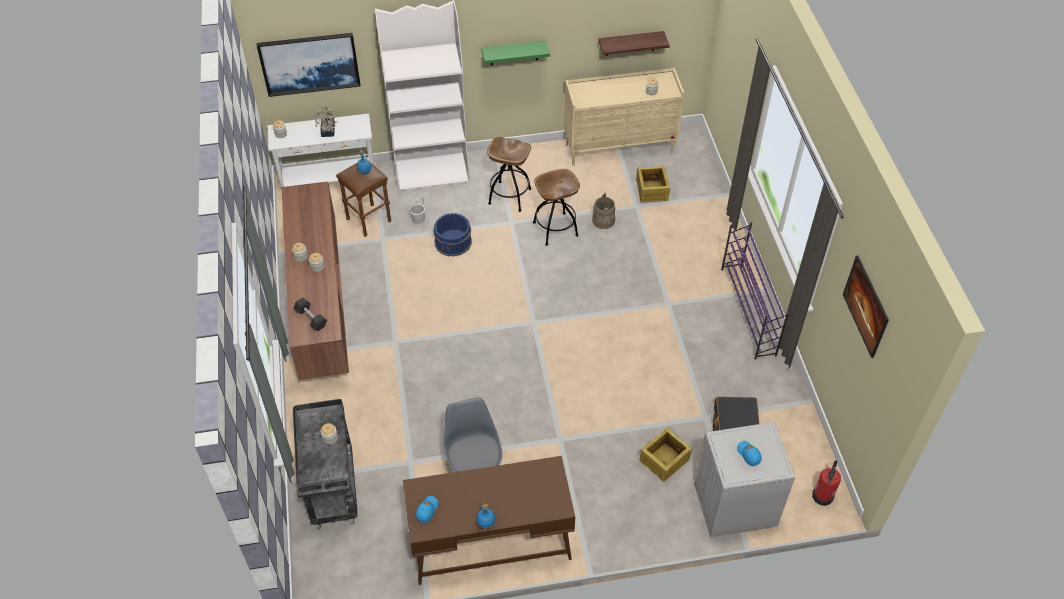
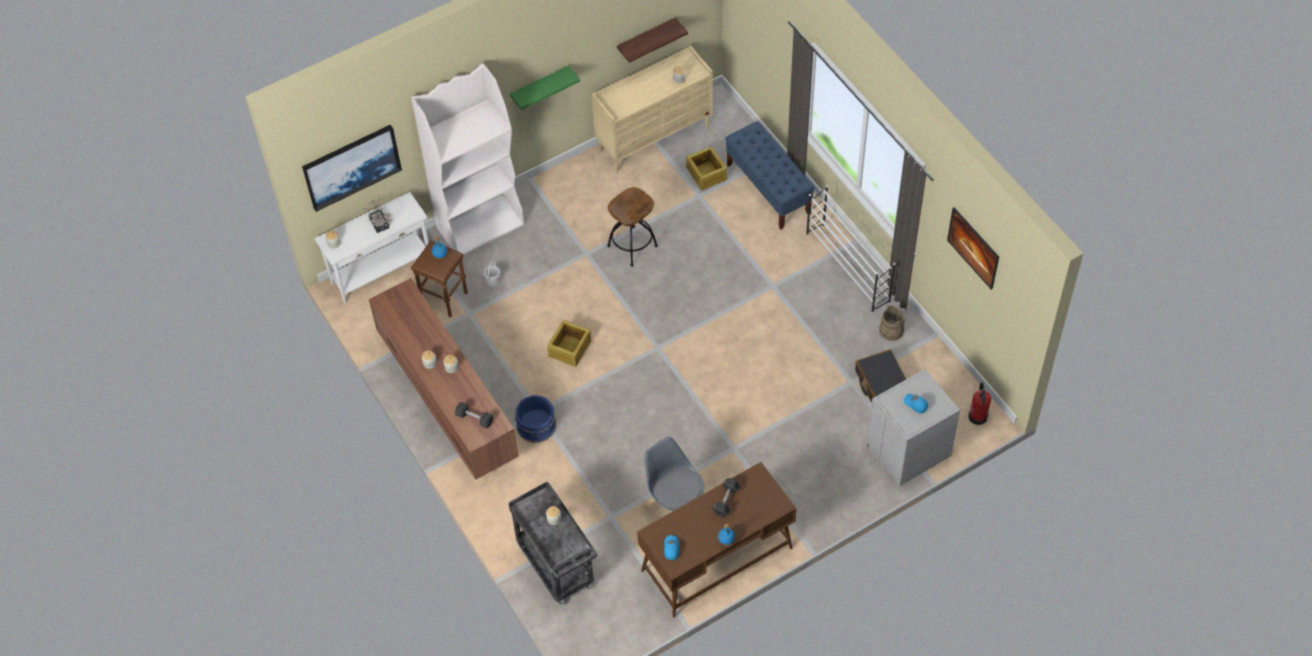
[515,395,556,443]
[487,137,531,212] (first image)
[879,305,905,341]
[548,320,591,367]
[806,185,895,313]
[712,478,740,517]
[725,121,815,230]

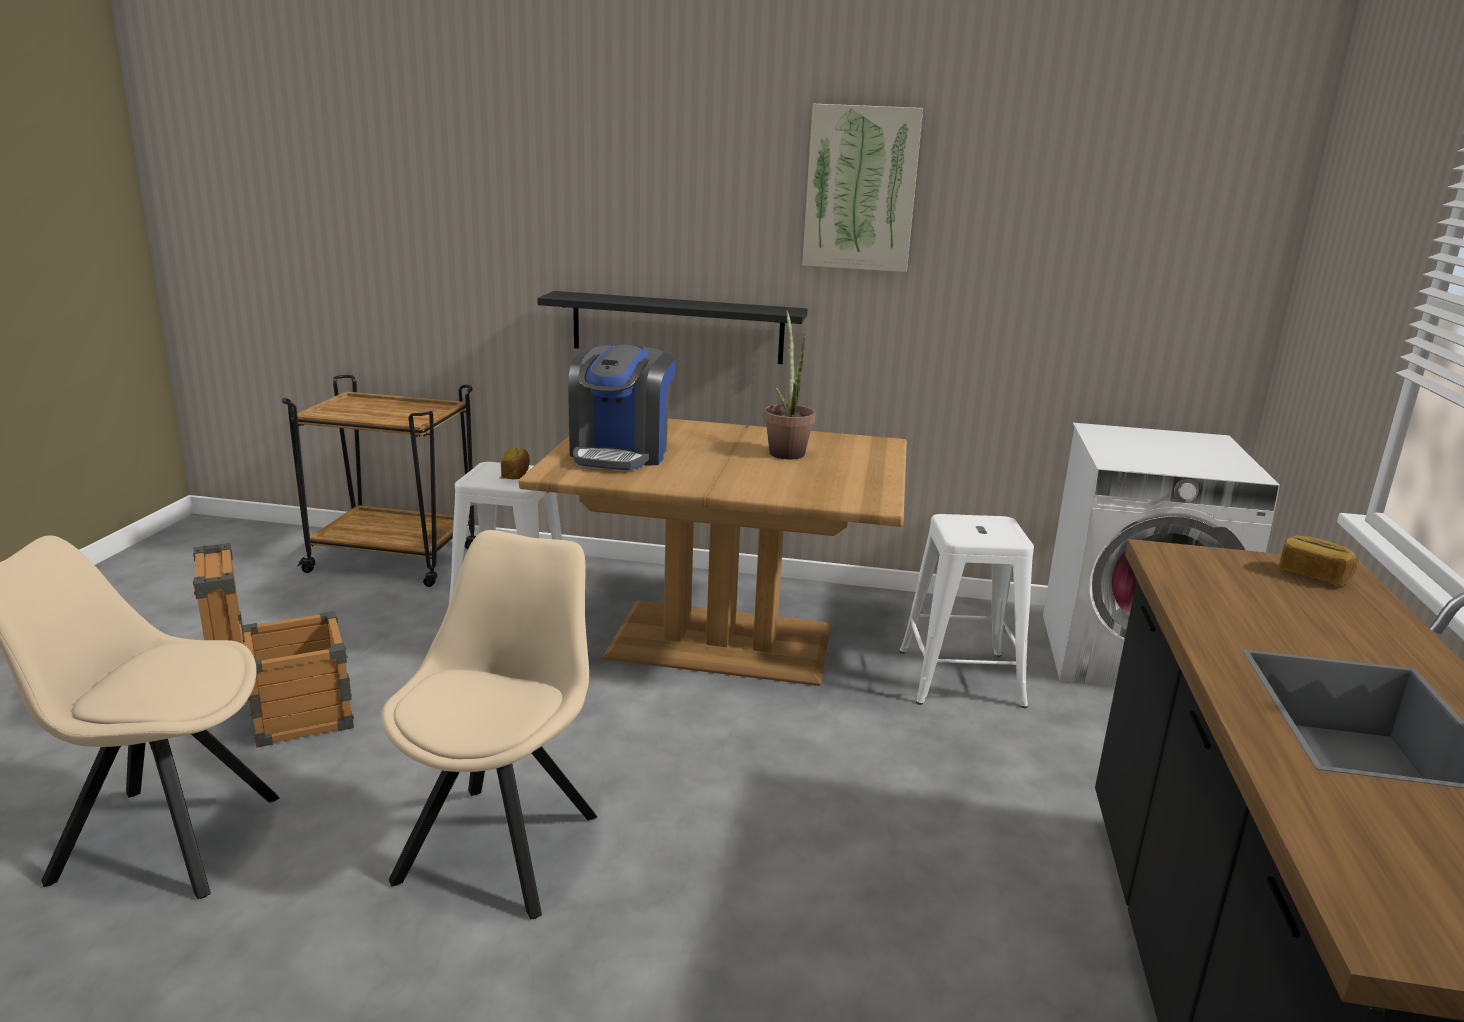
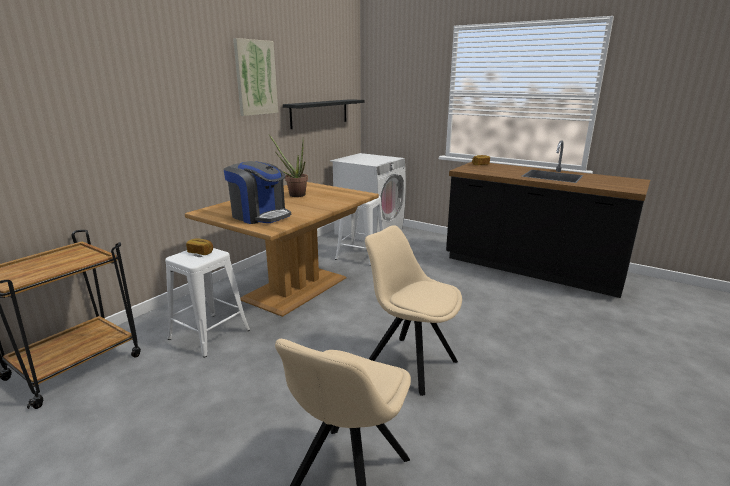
[193,543,354,748] (first image)
[283,99,364,129]

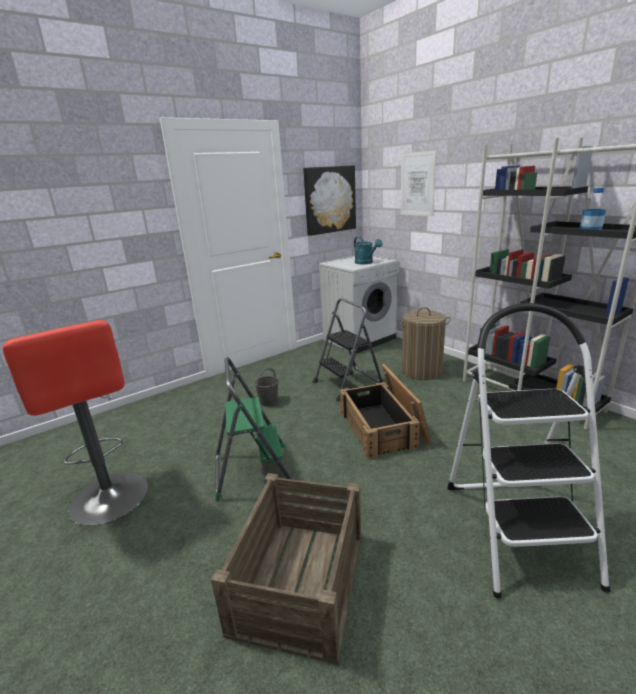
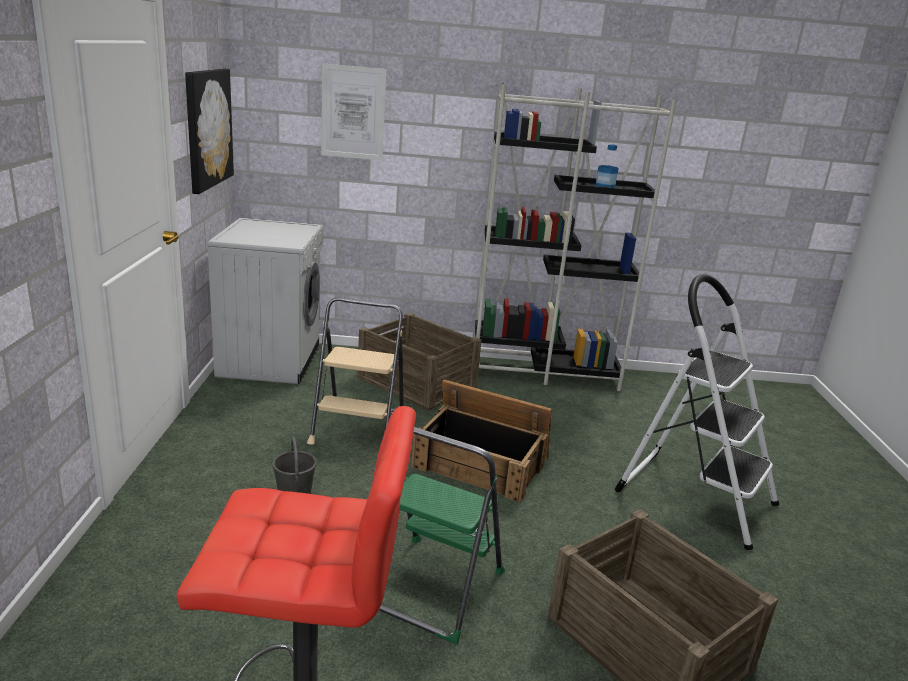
[307,298,403,445]
[354,237,382,264] (first image)
[357,313,482,411]

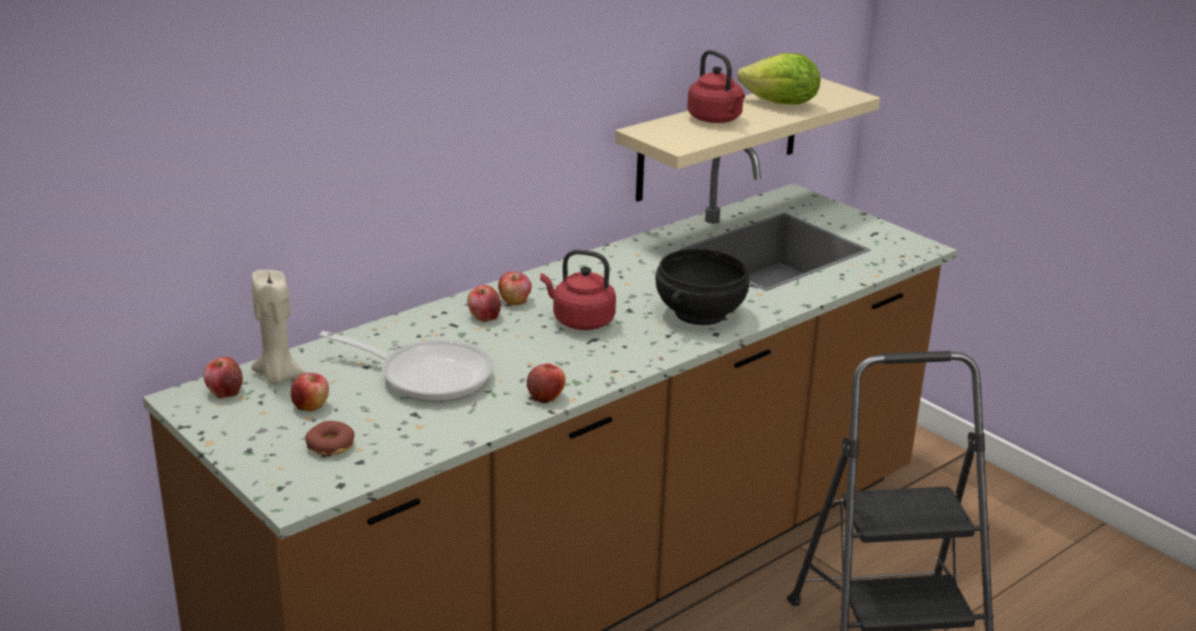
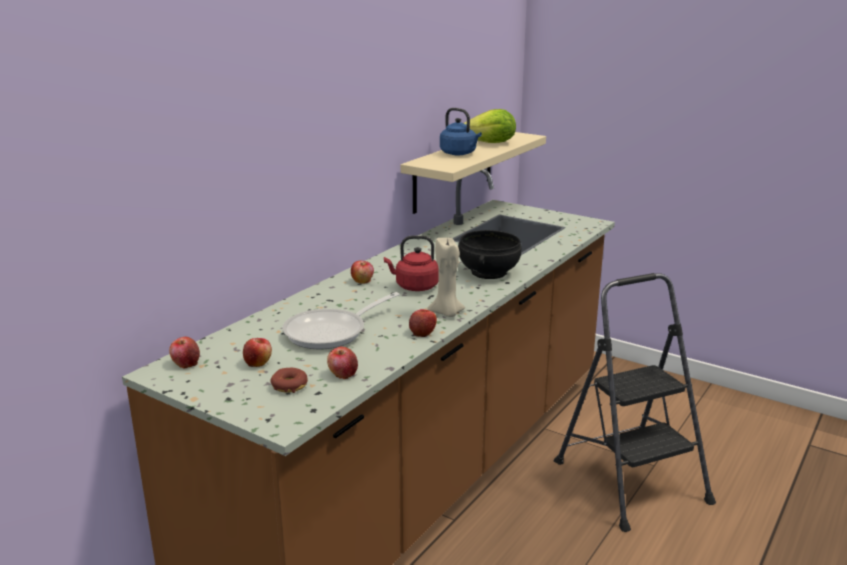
[427,238,465,317]
[282,292,400,349]
[327,347,358,379]
[440,108,482,155]

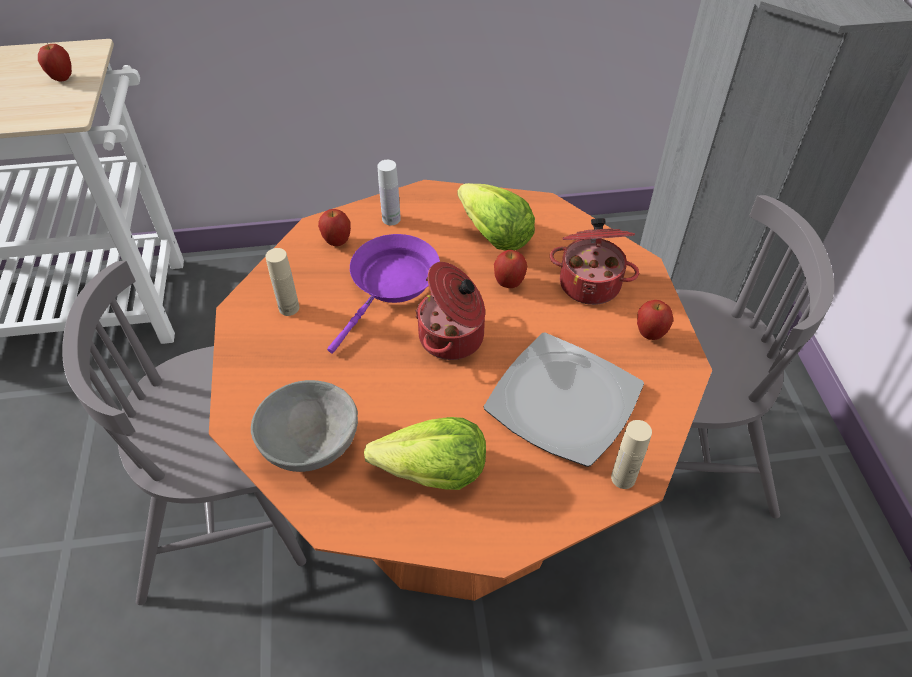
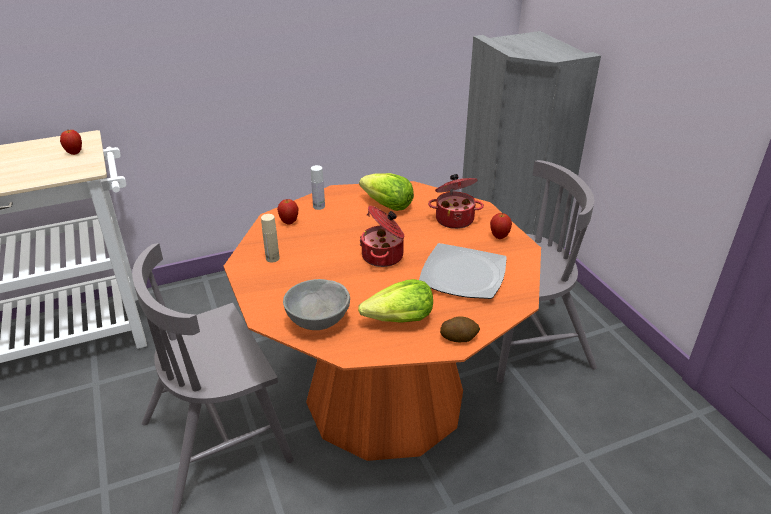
[327,234,440,354] (first image)
[494,250,528,288] (first image)
[611,420,652,489] (first image)
[440,317,480,342]

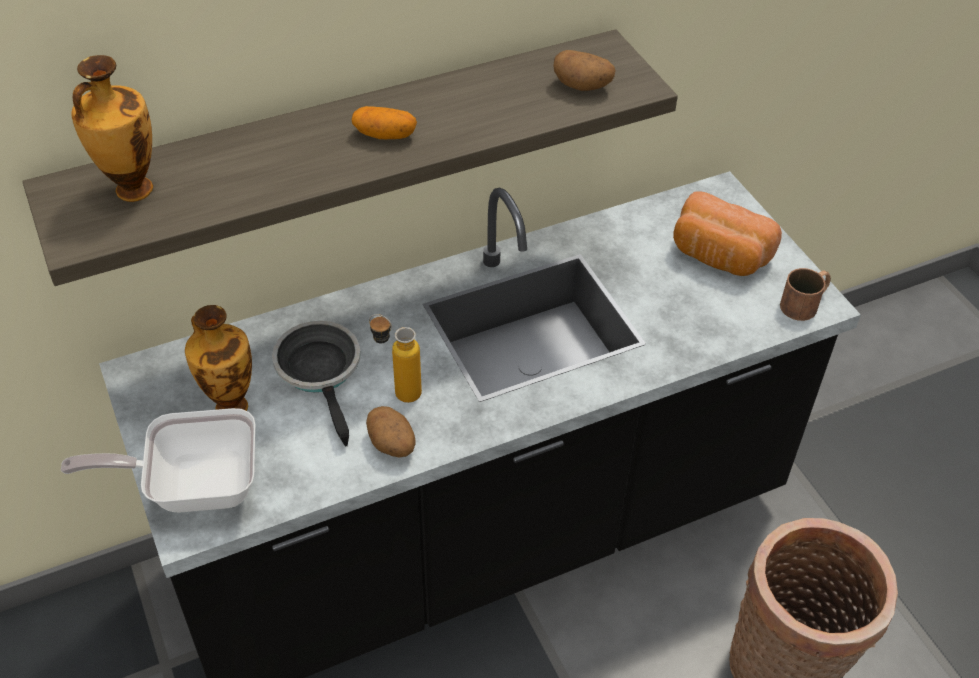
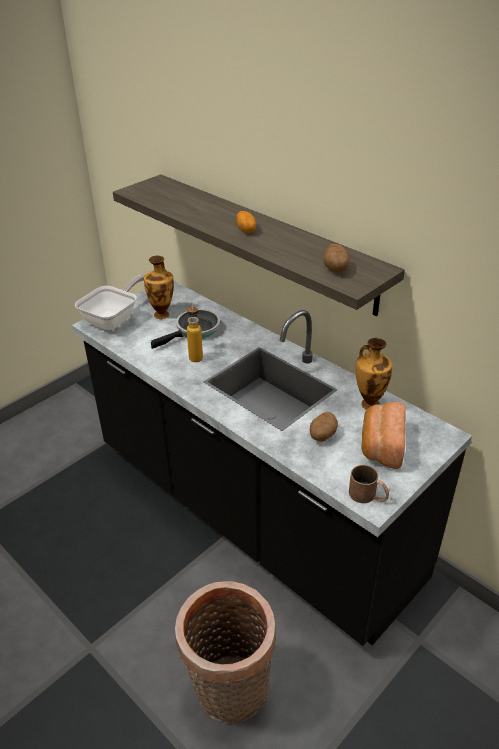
[75,275,145,330]
[356,338,393,410]
[310,412,338,442]

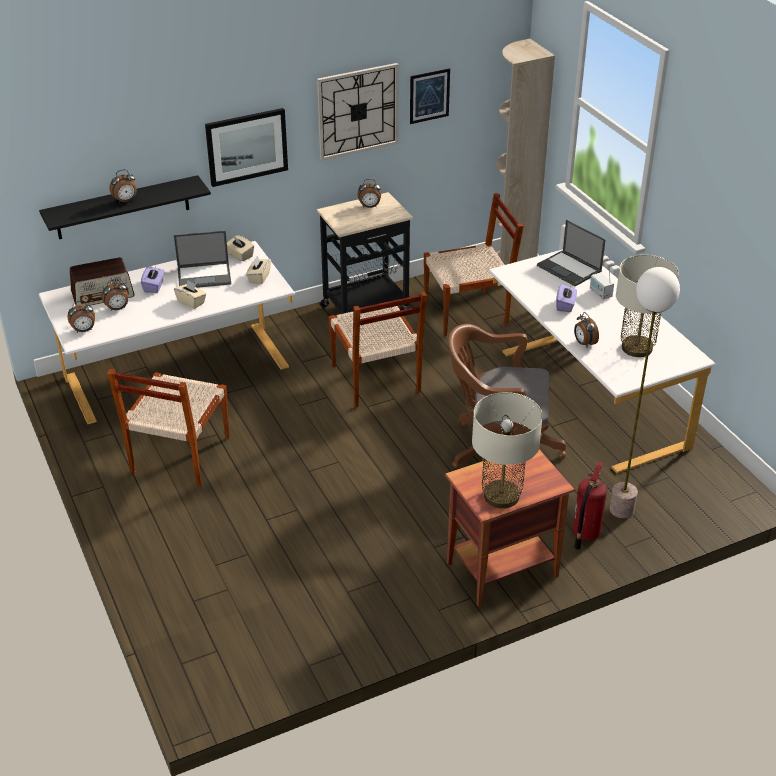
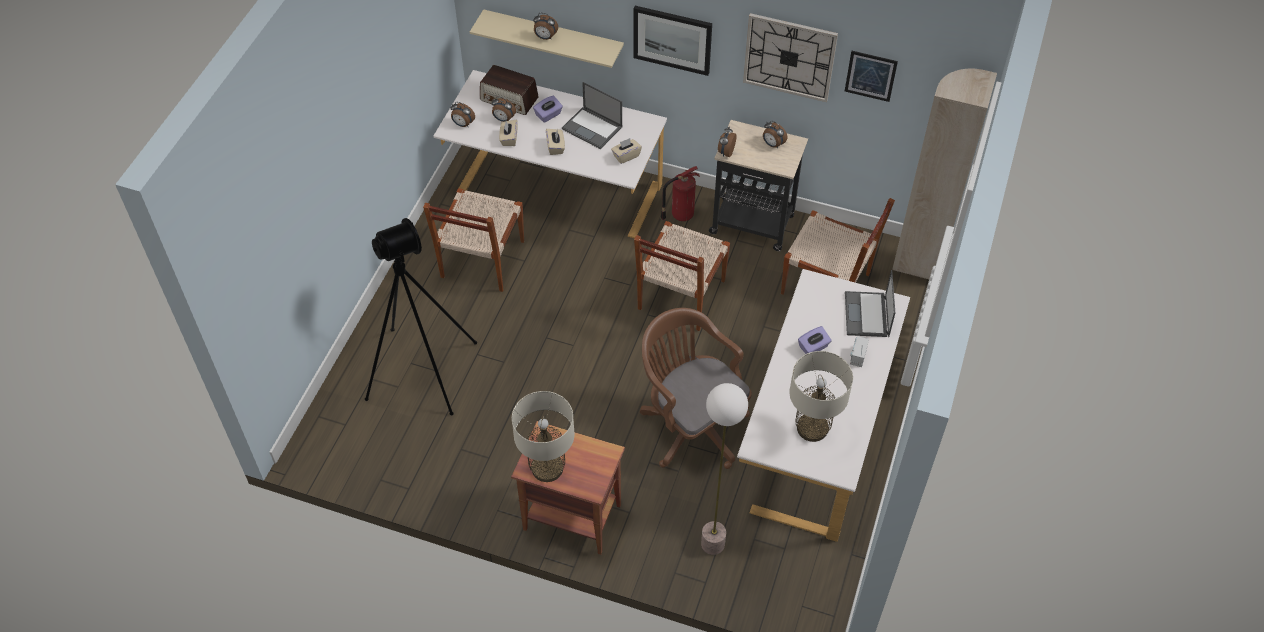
[470,9,624,68]
[423,188,524,292]
[499,120,518,146]
[661,166,700,221]
[718,127,737,157]
[365,218,477,416]

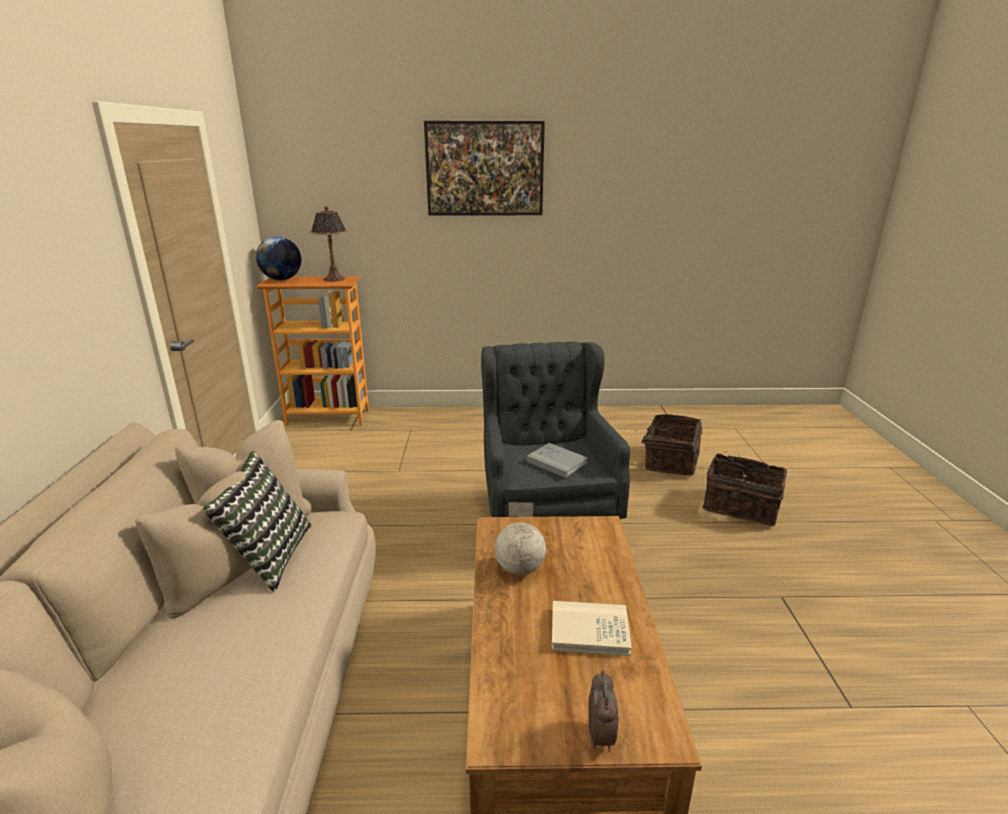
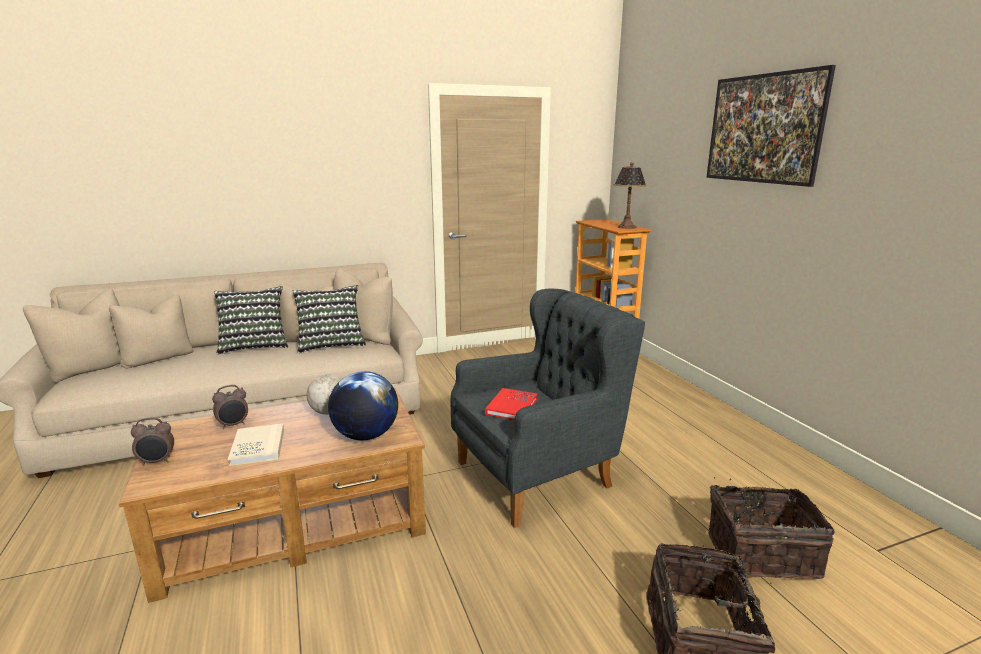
[328,371,398,440]
[485,388,537,420]
[212,385,248,429]
[214,286,288,354]

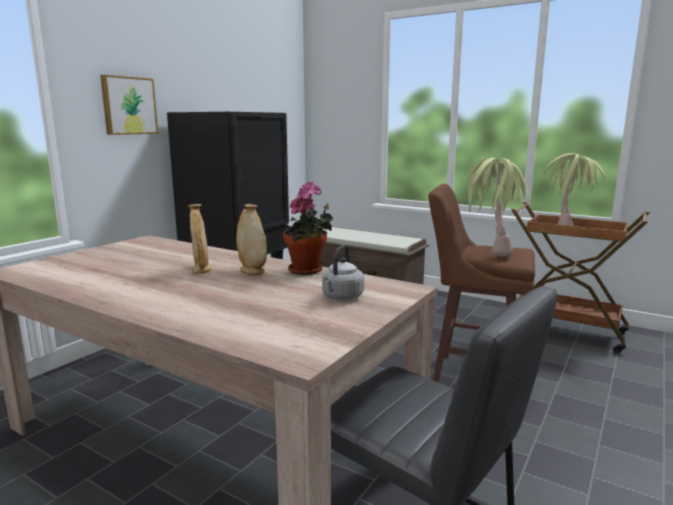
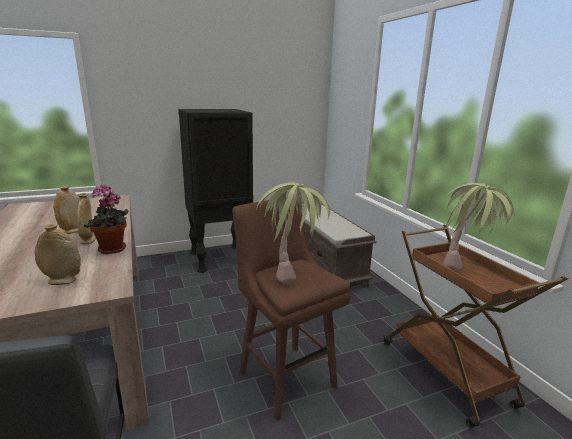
[100,75,158,135] (first image)
[34,223,81,285]

